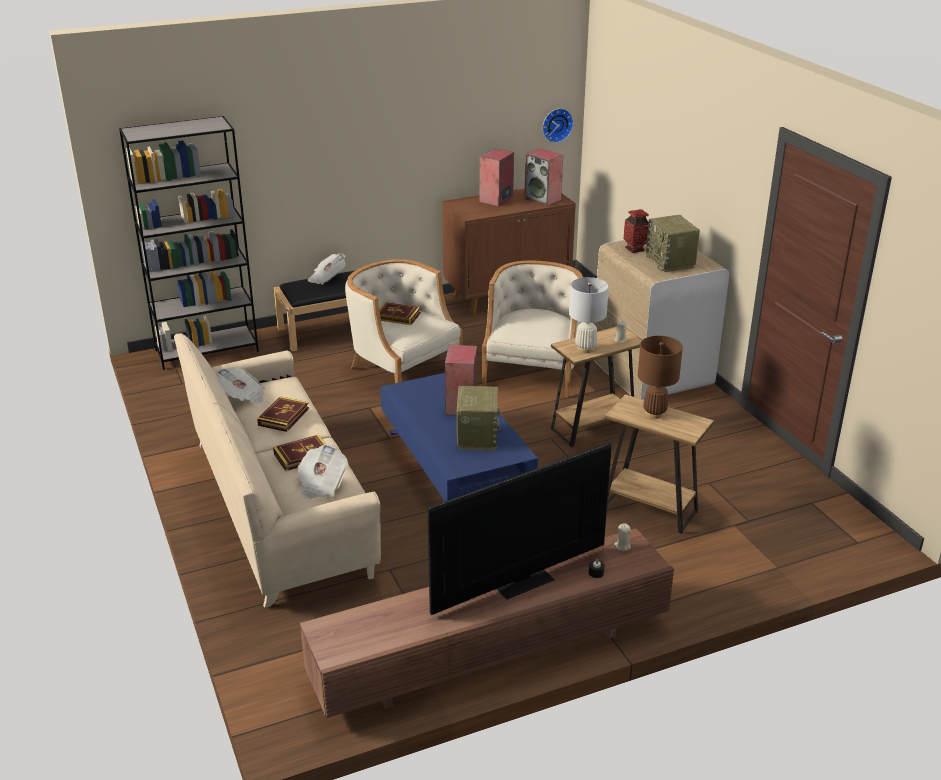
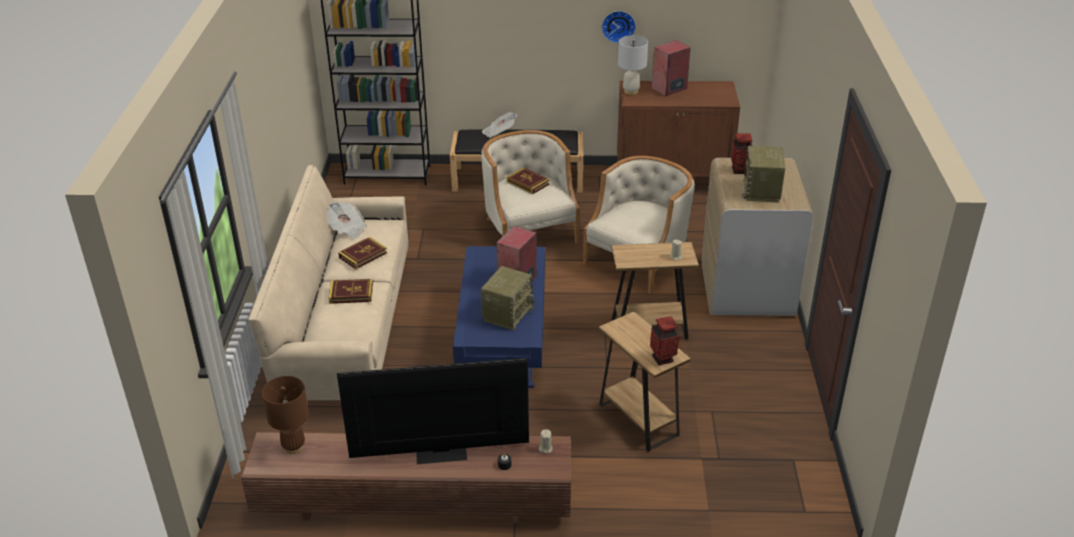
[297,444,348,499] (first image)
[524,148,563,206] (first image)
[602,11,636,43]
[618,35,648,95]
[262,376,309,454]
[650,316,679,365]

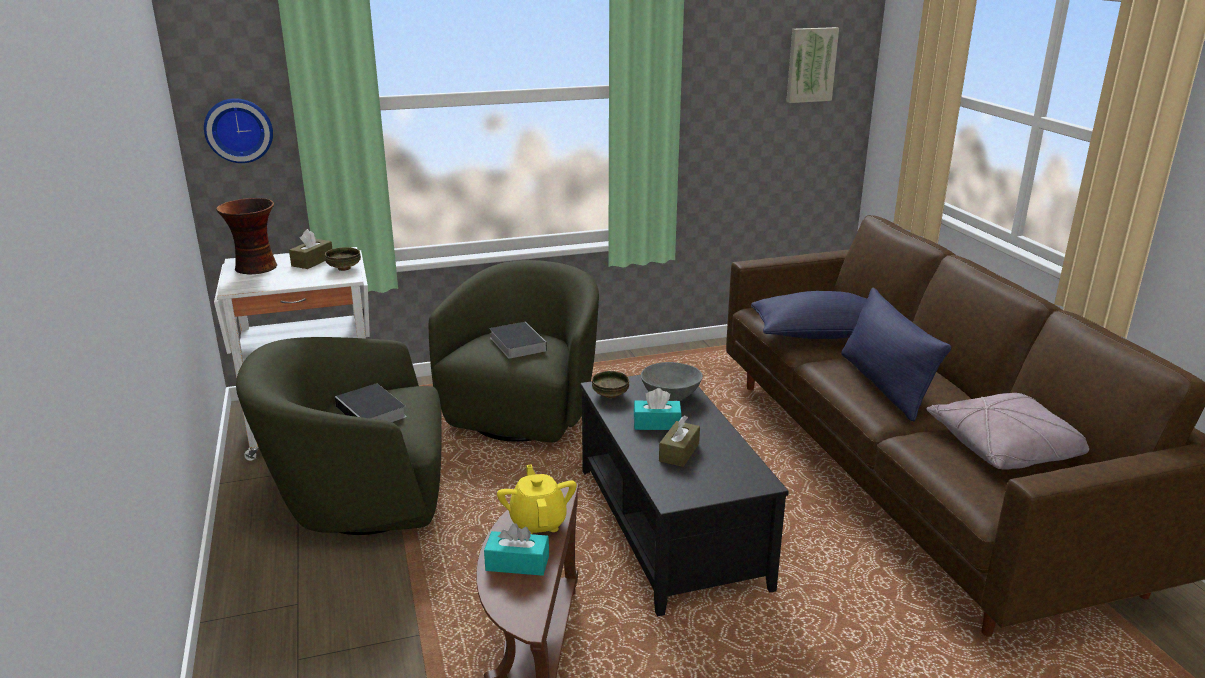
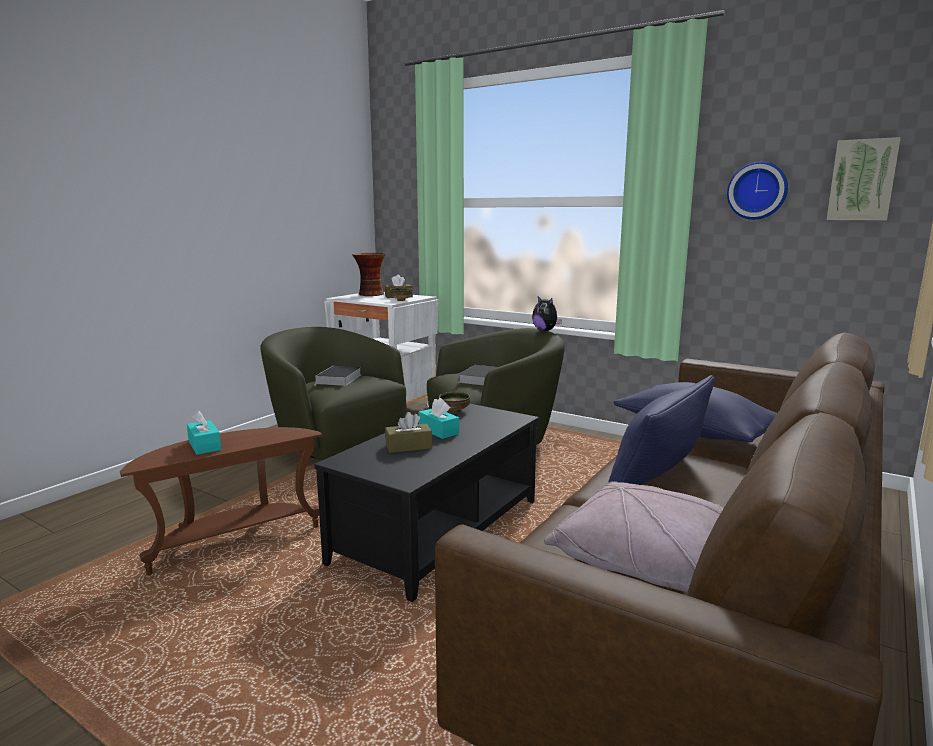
[727,161,788,220]
[497,465,577,534] (first image)
[641,362,703,401] (first image)
[532,296,562,331]

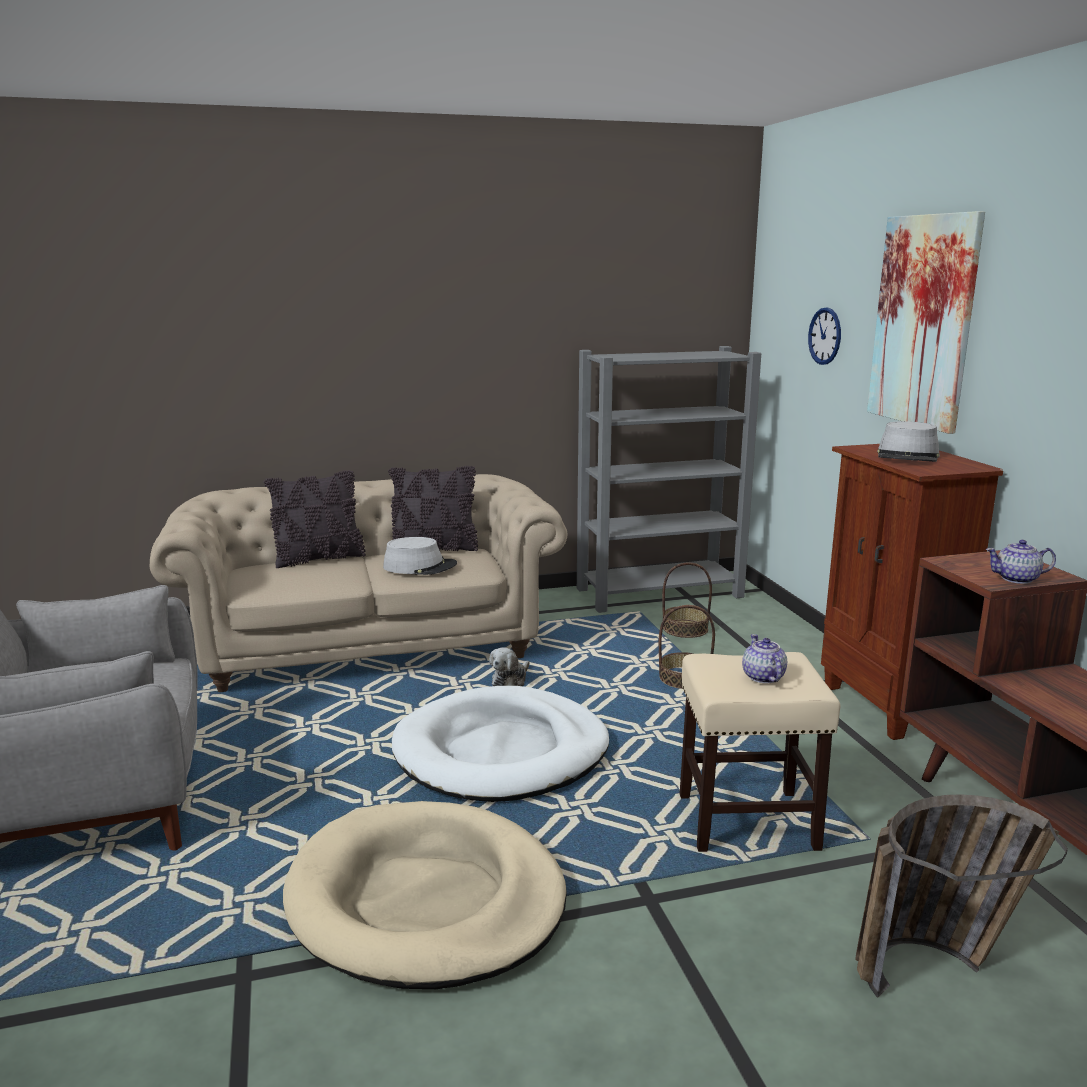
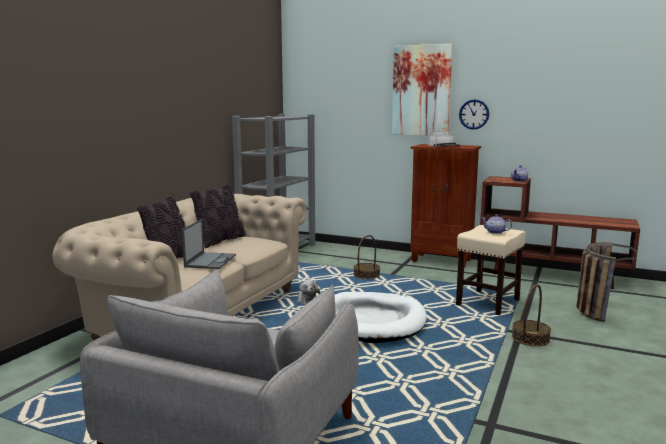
[283,801,567,989] (first image)
[383,537,457,575] (first image)
[512,284,551,346]
[459,99,489,130]
[182,219,236,269]

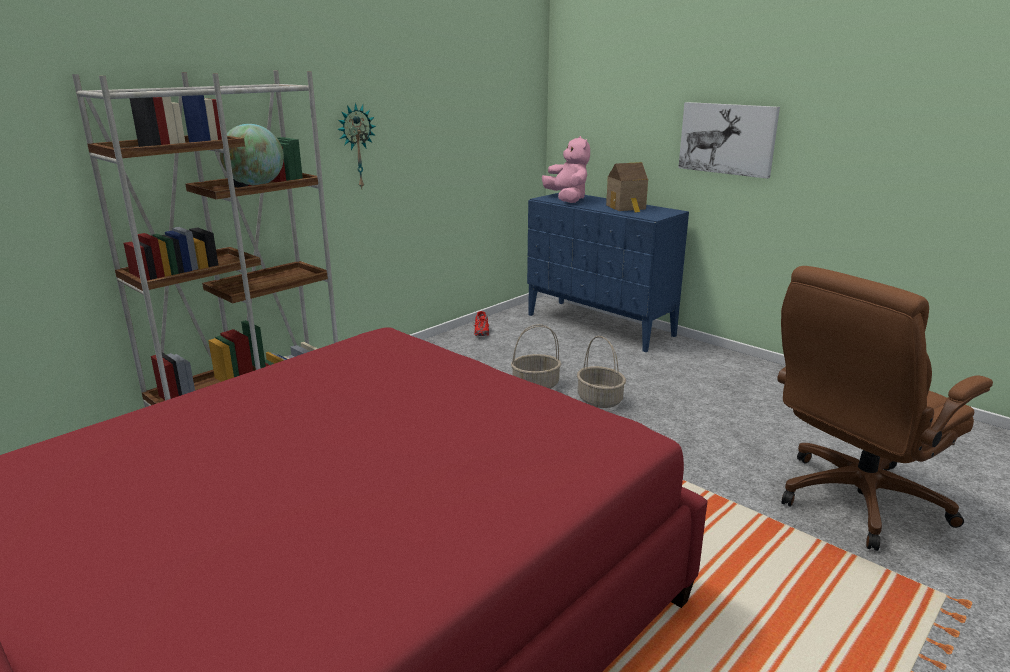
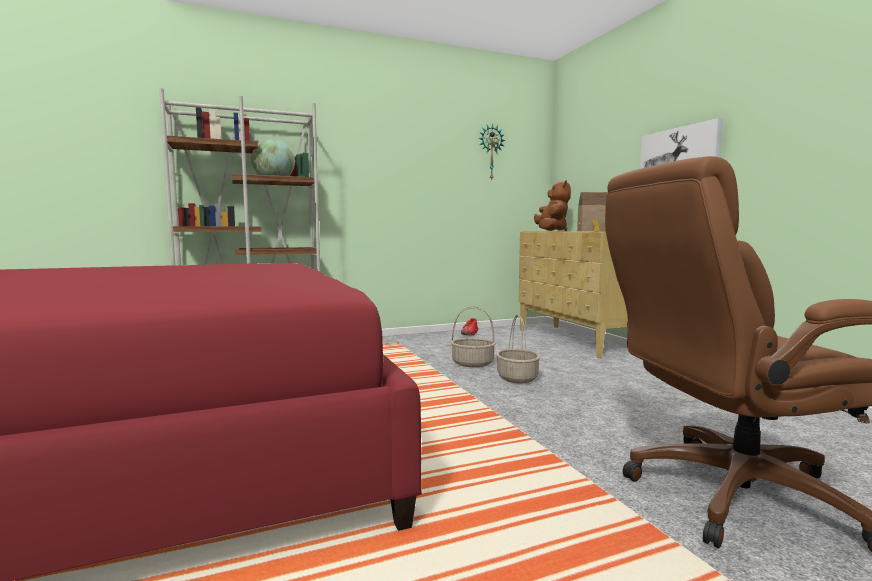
[478,123,506,181]
[519,231,628,358]
[534,180,571,231]

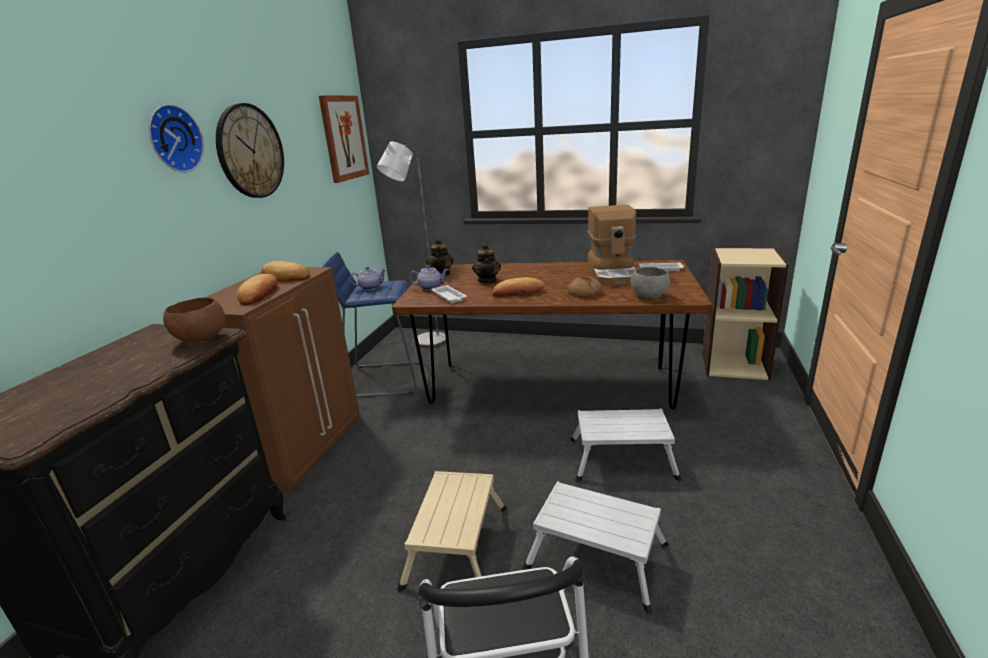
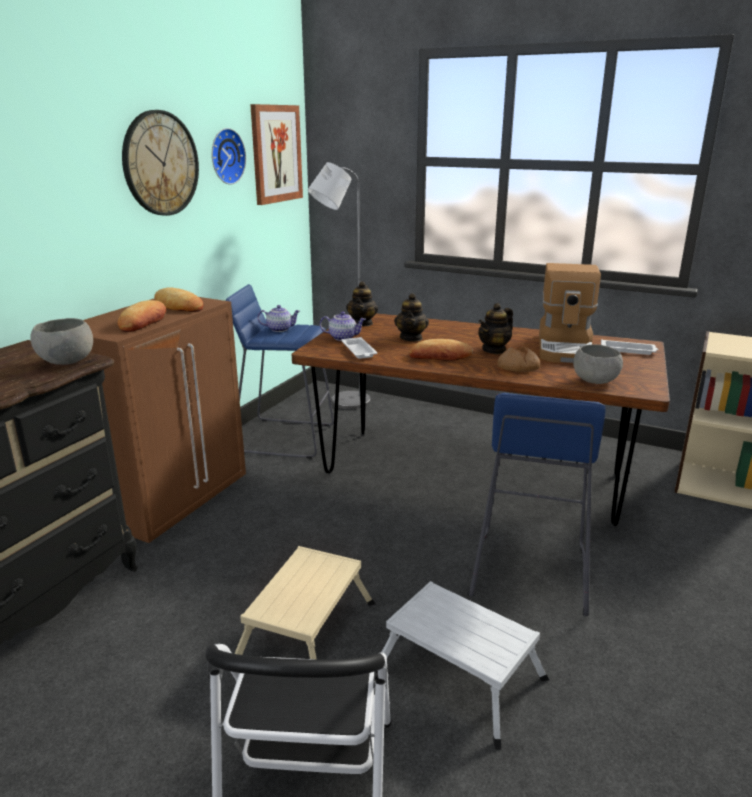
[212,128,246,185]
[30,318,93,365]
[468,393,606,616]
[478,303,513,354]

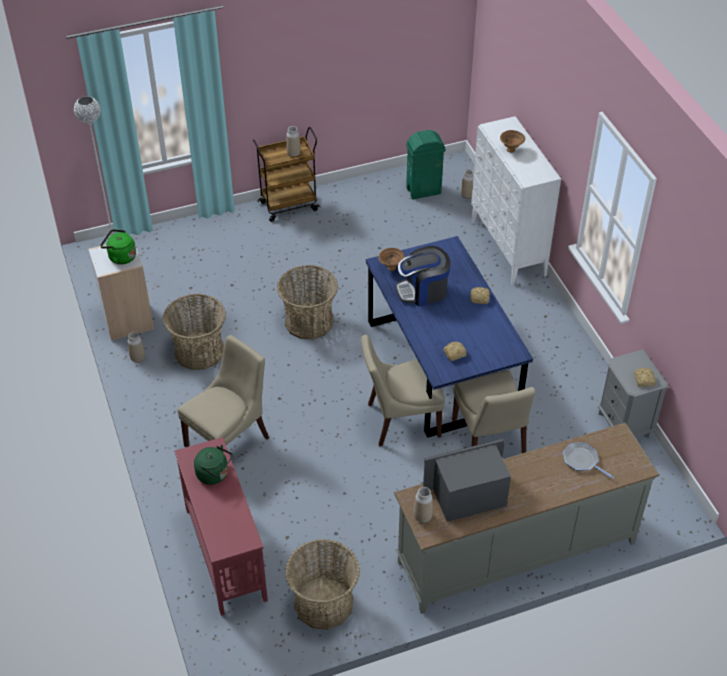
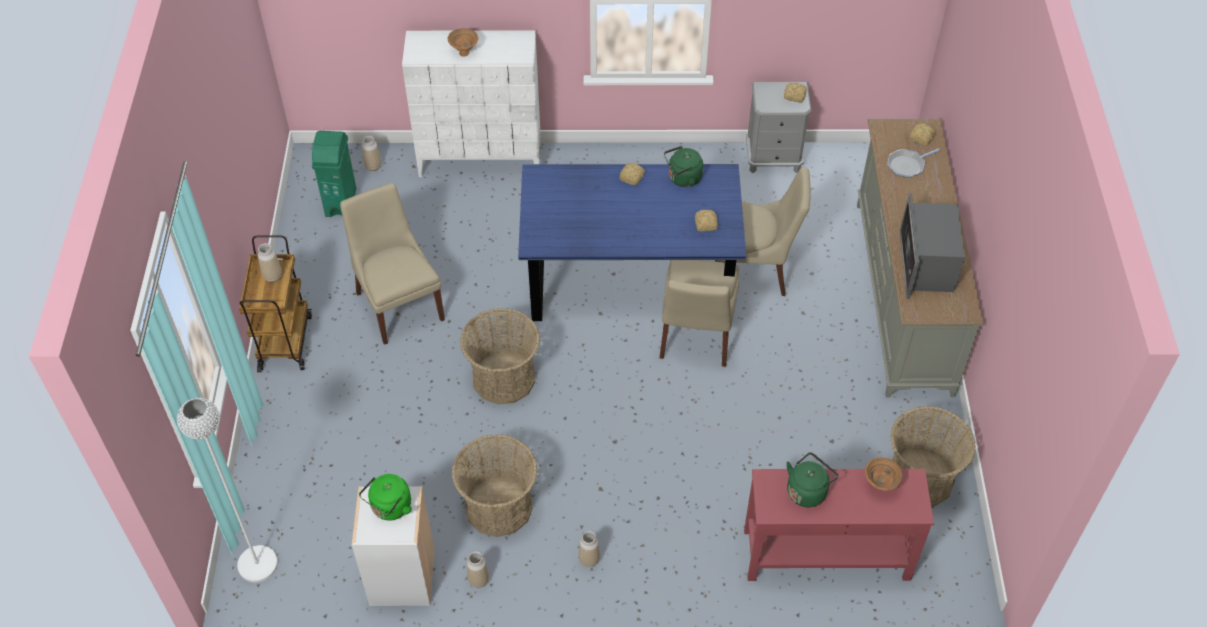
[340,183,445,345]
[865,458,902,491]
[396,246,450,307] (first image)
[579,531,600,567]
[664,146,703,187]
[909,123,935,146]

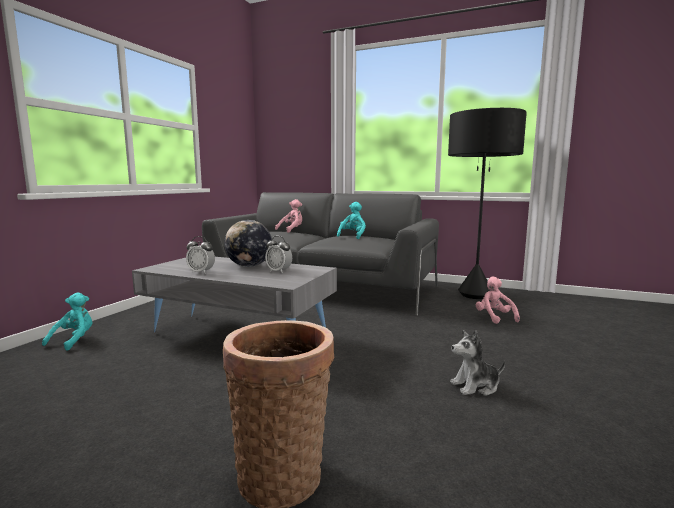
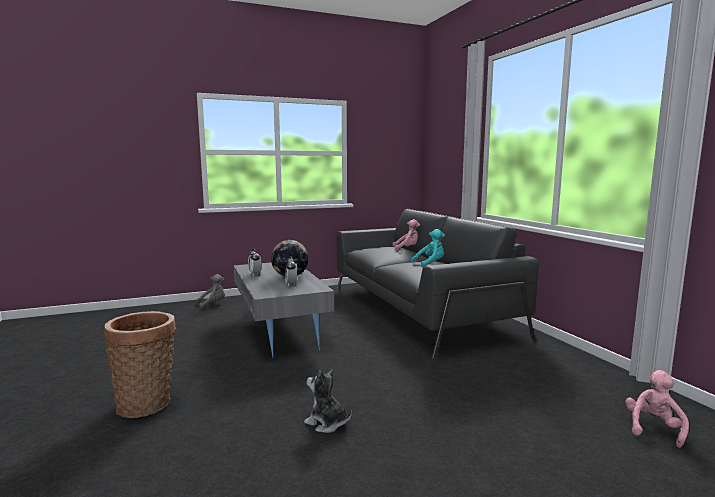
[196,274,225,309]
[448,108,527,299] (first image)
[625,370,689,448]

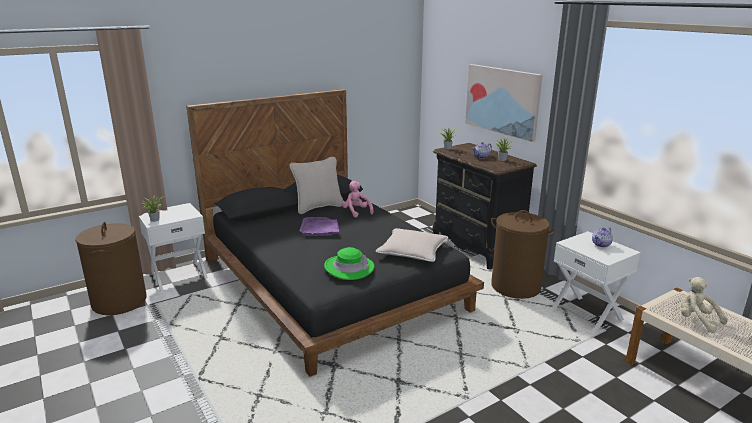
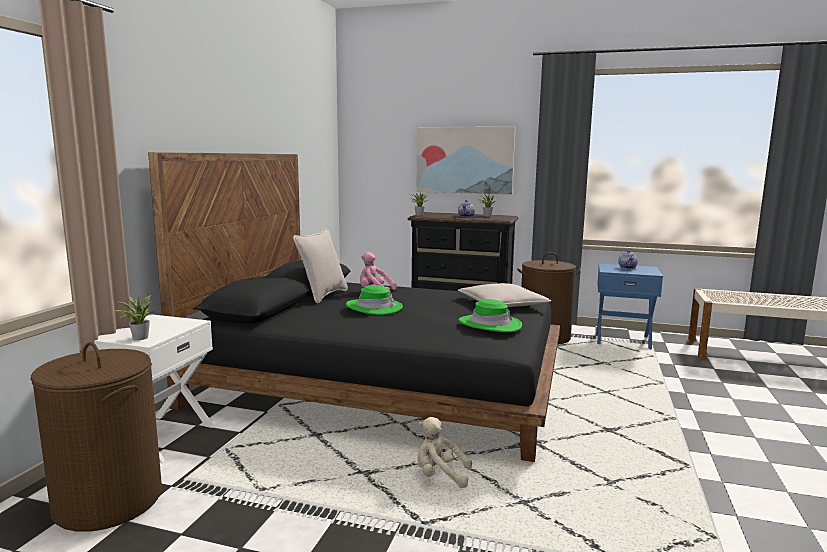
[346,285,403,315]
[597,263,663,349]
[417,417,472,488]

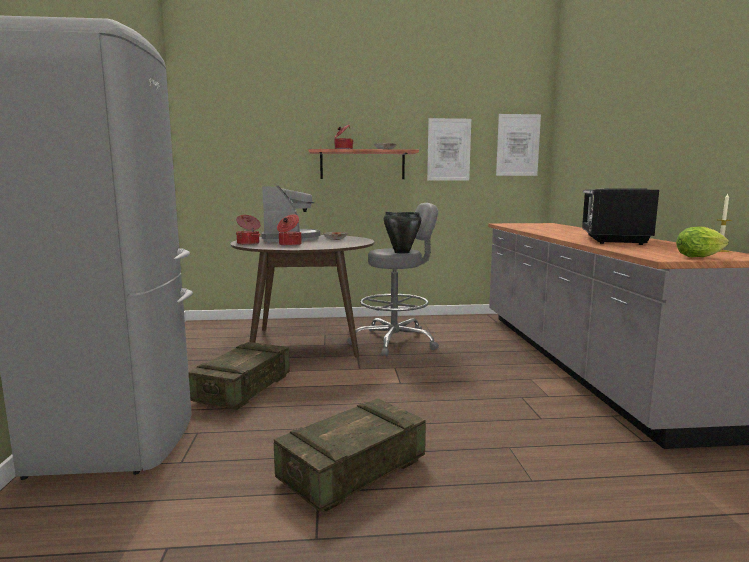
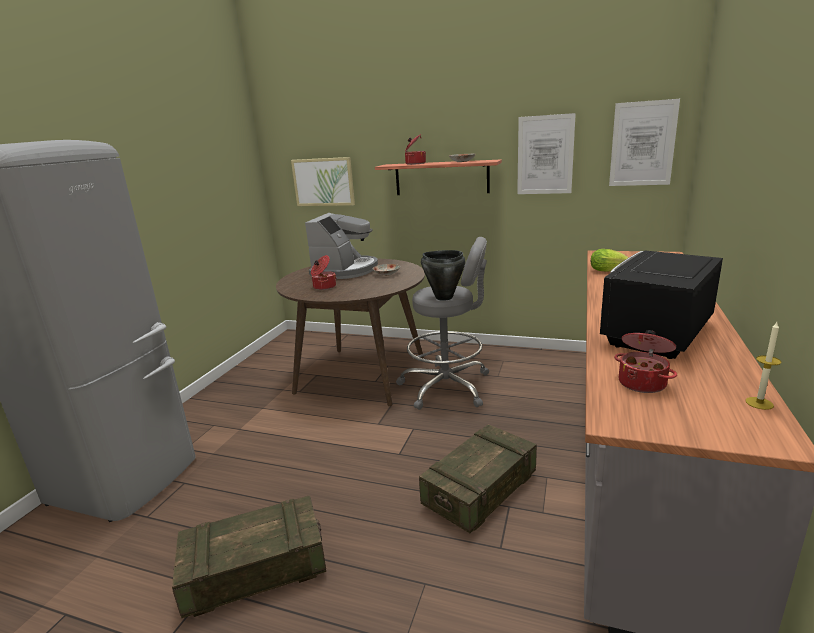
[419,424,537,533]
[614,330,677,393]
[591,249,629,272]
[291,157,355,206]

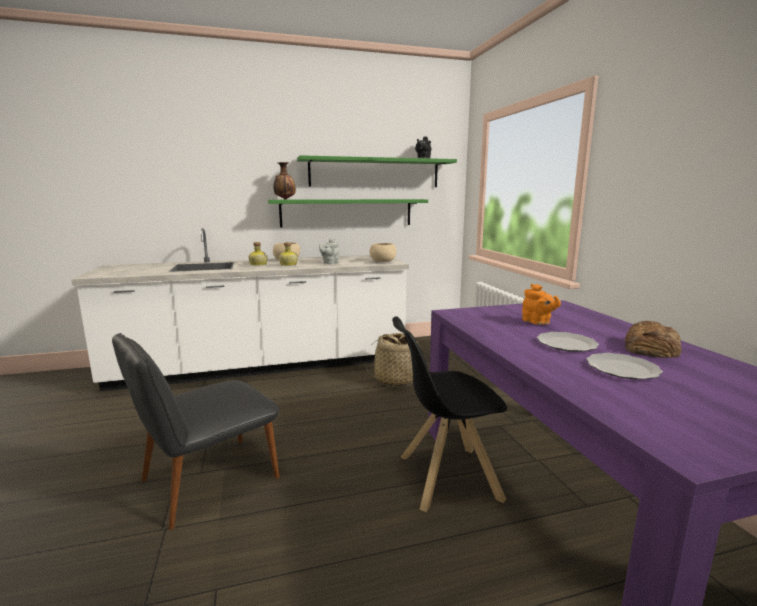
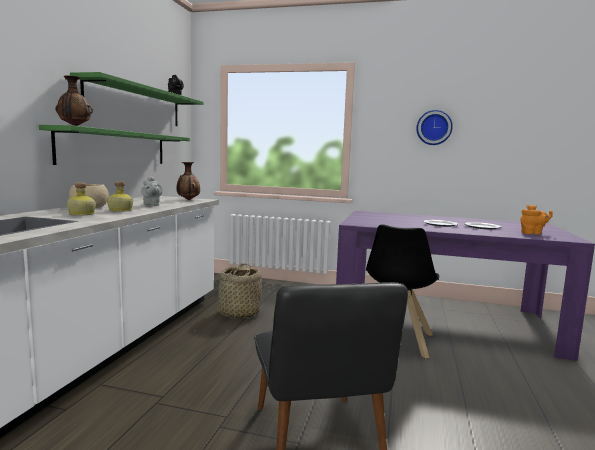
[176,162,200,200]
[520,205,553,234]
[625,321,682,358] (first image)
[416,110,453,145]

